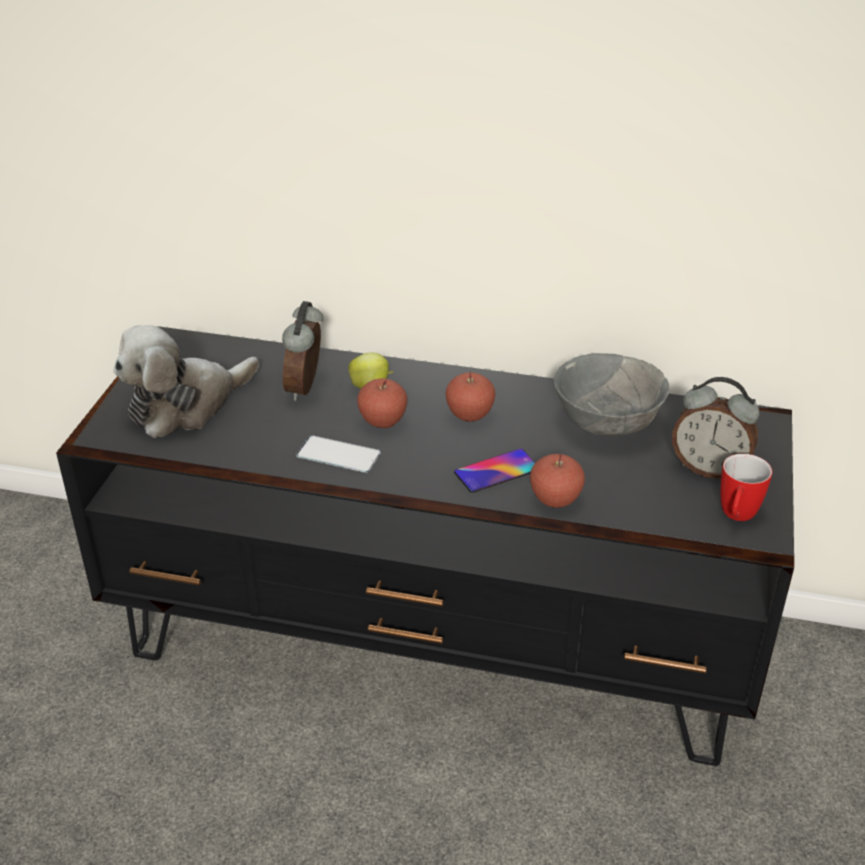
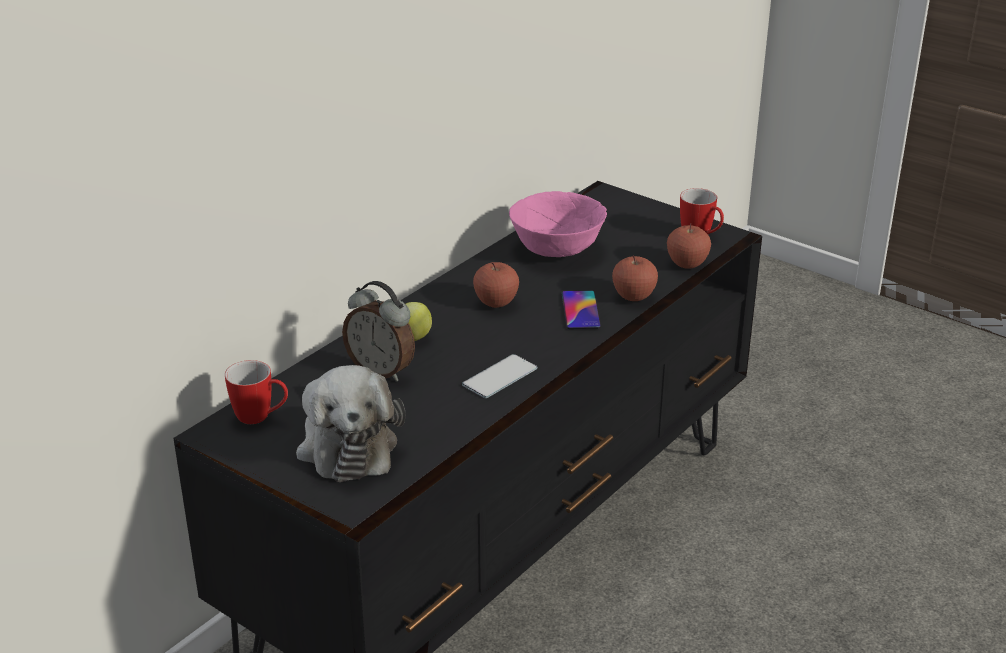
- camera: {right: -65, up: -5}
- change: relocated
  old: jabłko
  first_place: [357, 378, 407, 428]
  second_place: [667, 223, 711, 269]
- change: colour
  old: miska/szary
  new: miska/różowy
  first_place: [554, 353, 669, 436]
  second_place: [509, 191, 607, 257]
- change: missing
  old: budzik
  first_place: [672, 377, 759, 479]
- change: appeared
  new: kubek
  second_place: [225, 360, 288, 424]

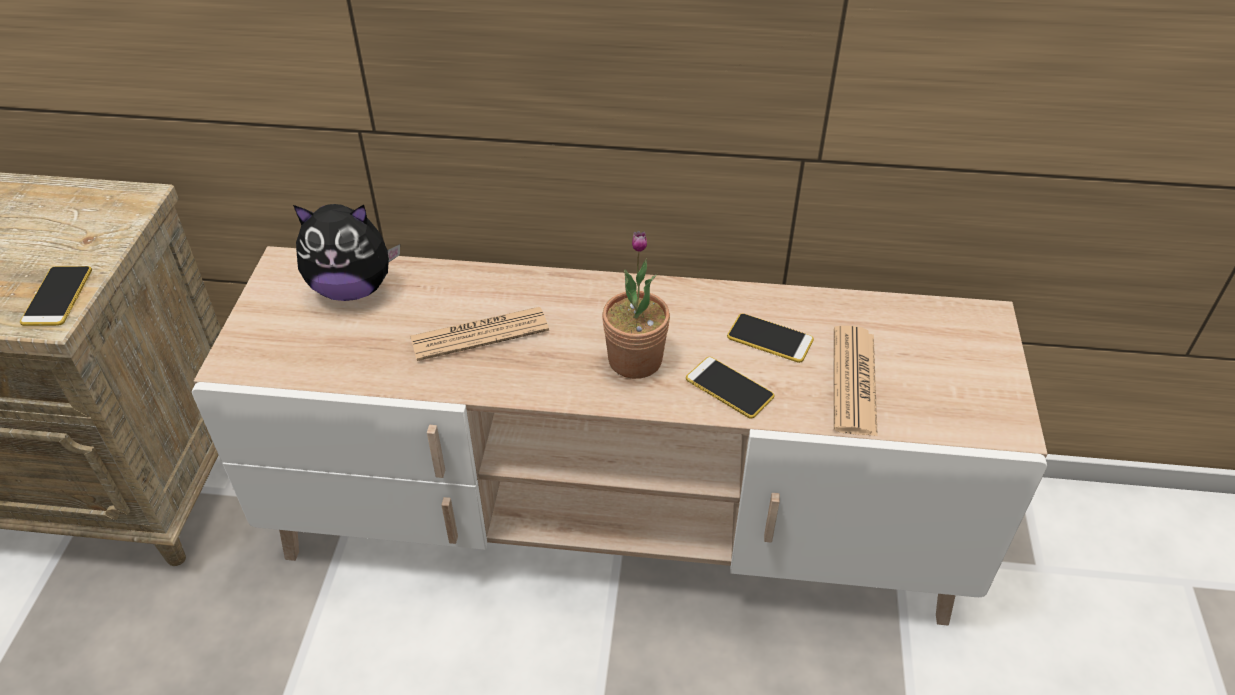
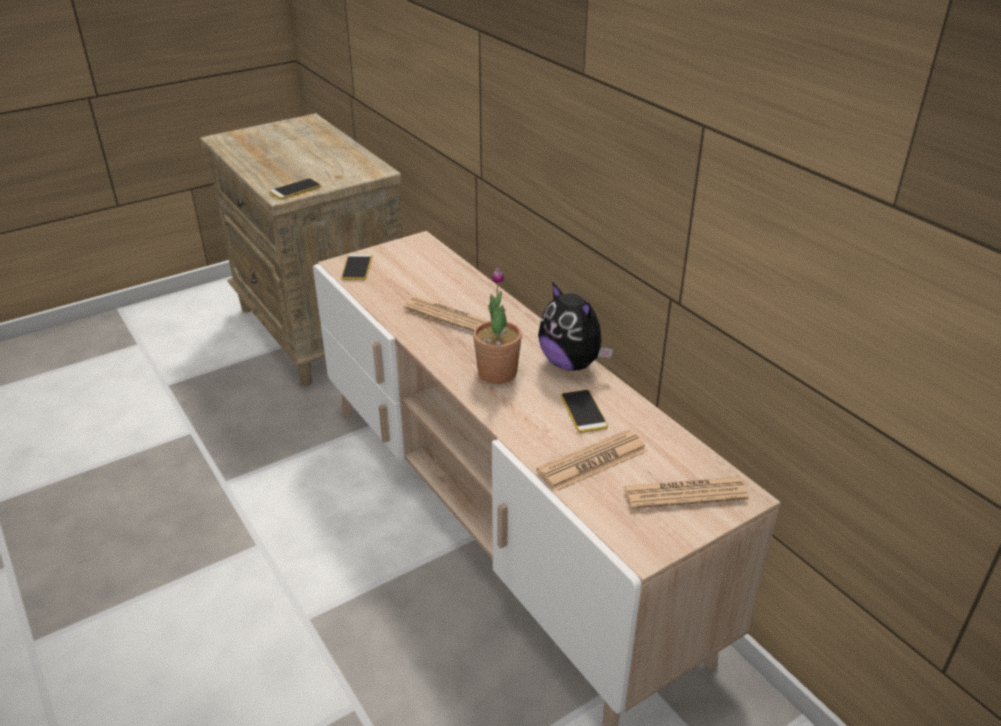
- camera: {right: 50, up: -10}
- change: relocated
  old: pluszak
  first_place: [293, 204, 400, 301]
  second_place: [538, 282, 613, 370]
- change: relocated
  old: telefon
  first_place: [686, 357, 774, 418]
  second_place: [341, 254, 372, 280]
- change: appeared
  new: gazeta
  second_place: [624, 477, 749, 509]

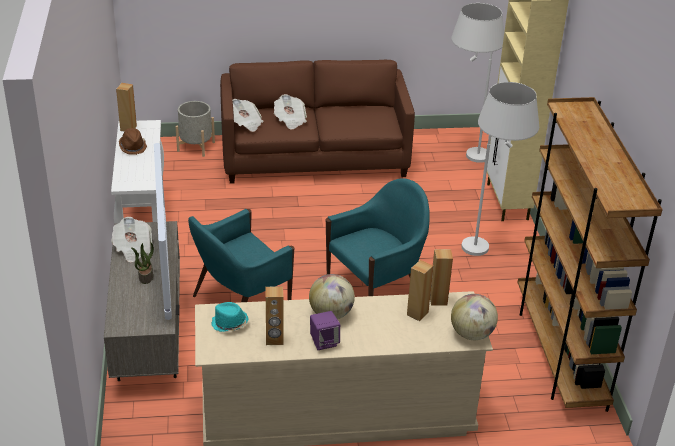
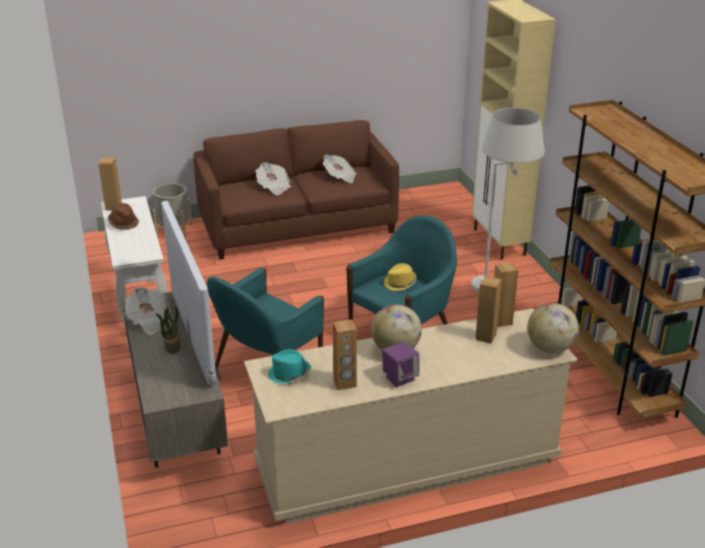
- camera: {right: -10, up: -5}
- change: relocated
  old: gazeta
  first_place: [232, 99, 263, 132]
  second_place: [323, 155, 357, 183]
- change: missing
  old: lampa stojąca/biały
  first_place: [451, 3, 504, 163]
- change: appeared
  new: kapelusz/żółty
  second_place: [384, 263, 417, 291]

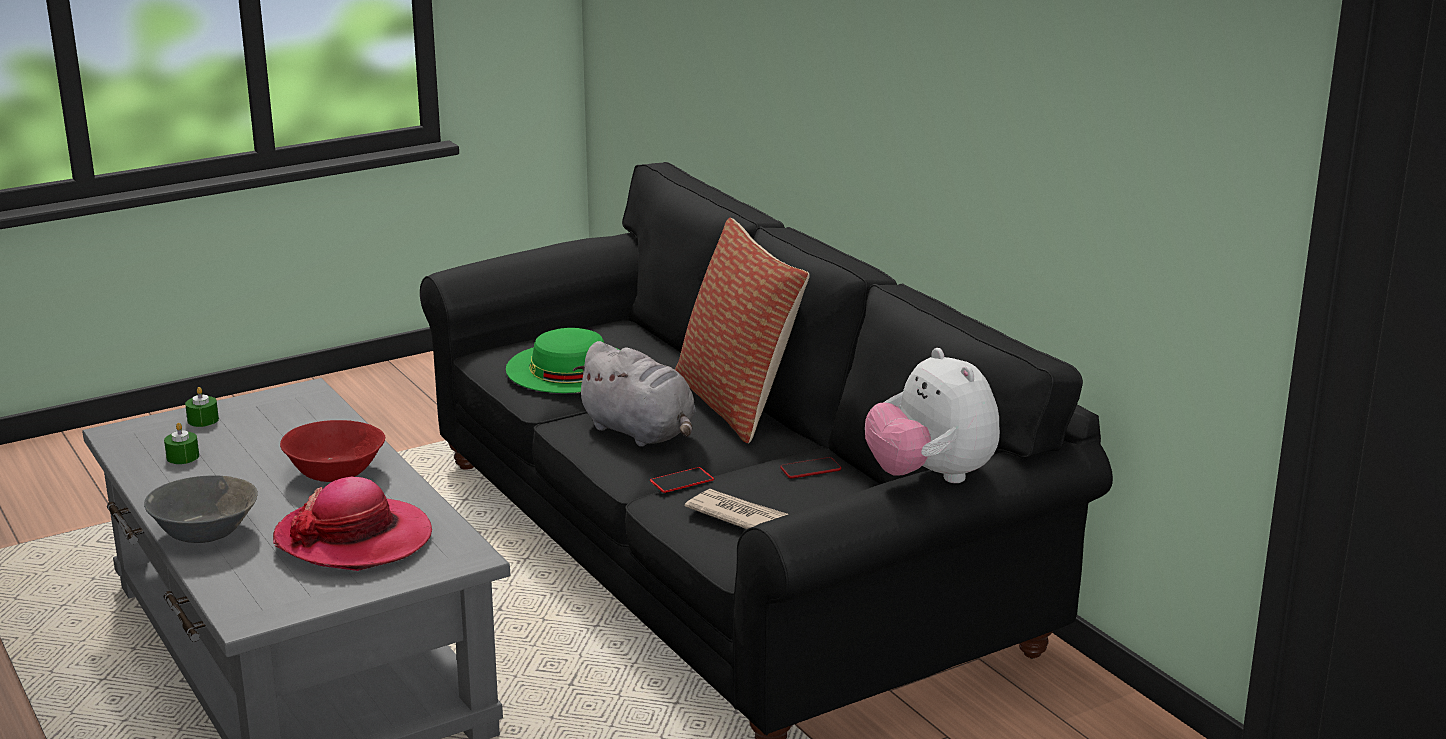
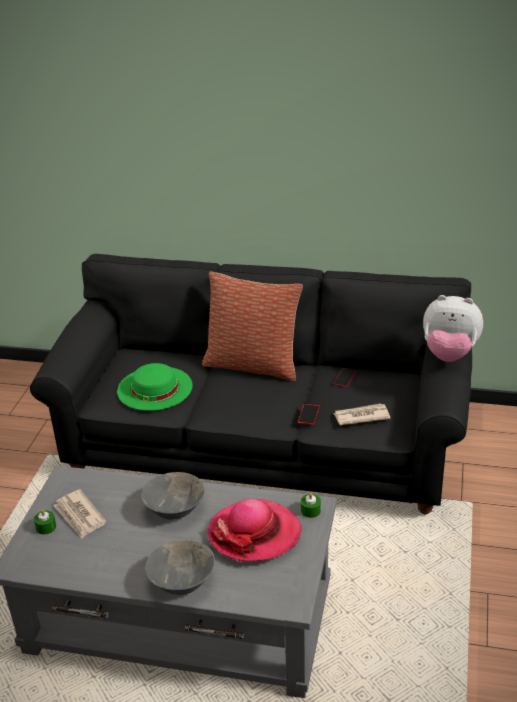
- camera: {right: -45, up: 10}
- change: relocated
  old: świeca/zielony
  first_place: [164, 423, 199, 464]
  second_place: [301, 492, 321, 518]
- change: colour
  old: miska/czerwony
  new: miska/szary
  first_place: [280, 420, 385, 482]
  second_place: [141, 472, 205, 520]
- change: missing
  old: pluszak/szary
  first_place: [573, 341, 696, 447]
- change: appeared
  new: gazeta
  second_place: [54, 489, 106, 539]

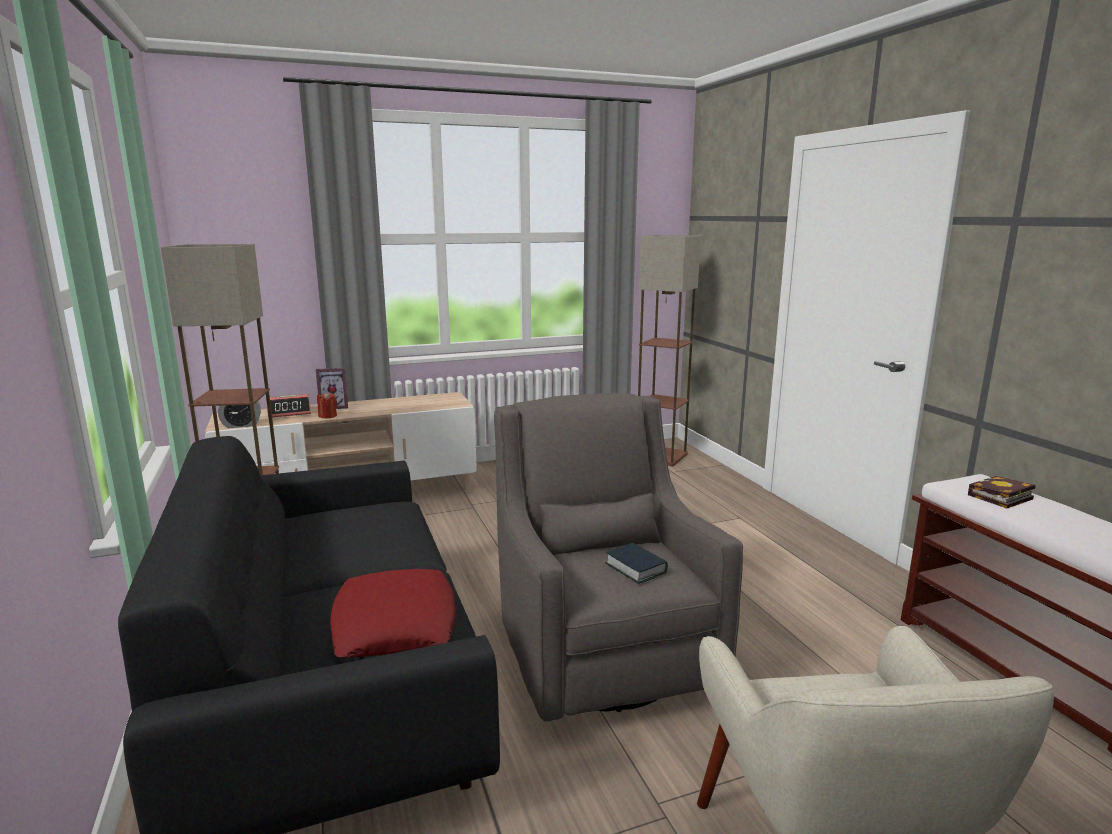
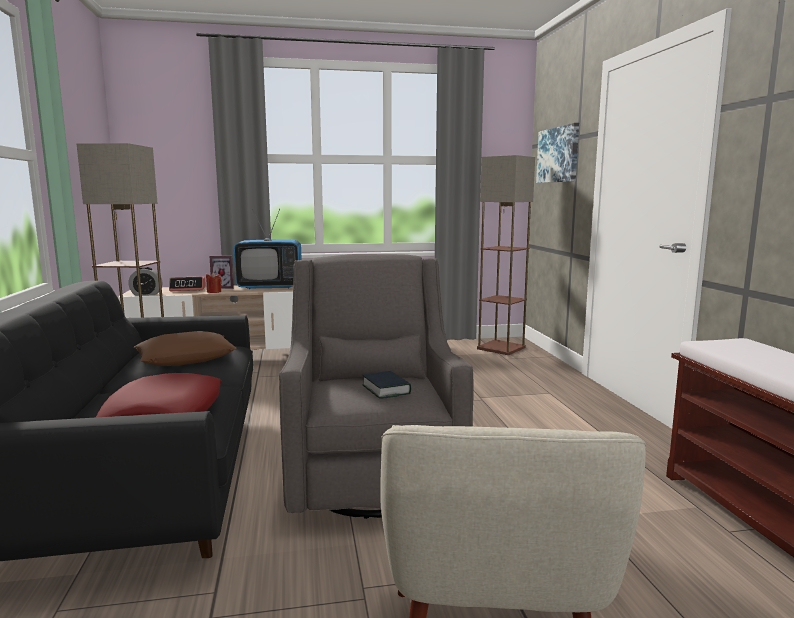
- camera: {right: 10, up: -5}
- change: missing
  old: książka
  first_place: [968, 476, 1036, 509]
- change: appeared
  new: poduszka/brązowy
  second_place: [134, 331, 236, 366]
- change: appeared
  new: telewizor
  second_place: [234, 209, 302, 289]
- change: appeared
  new: obraz
  second_place: [536, 123, 579, 183]

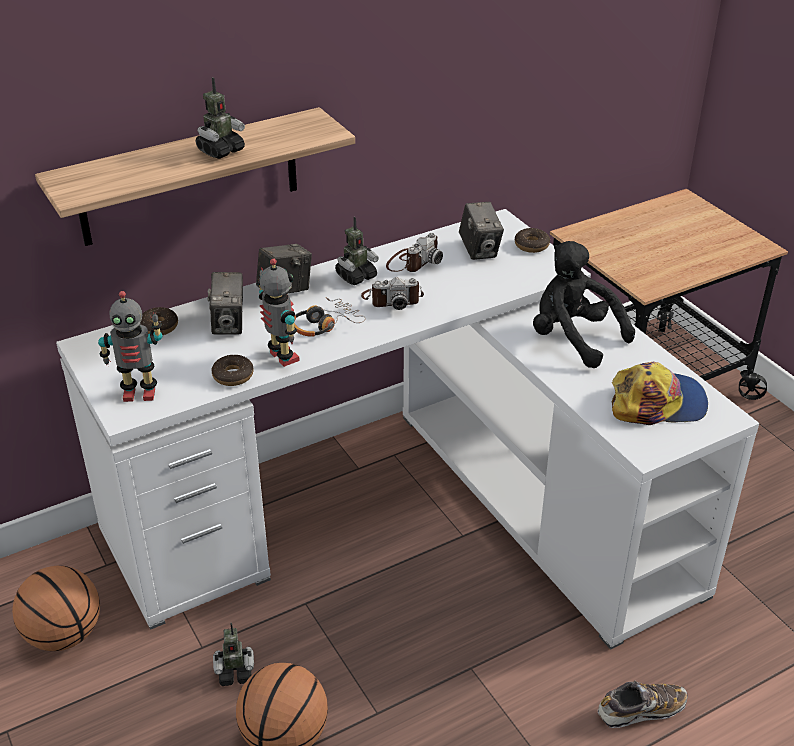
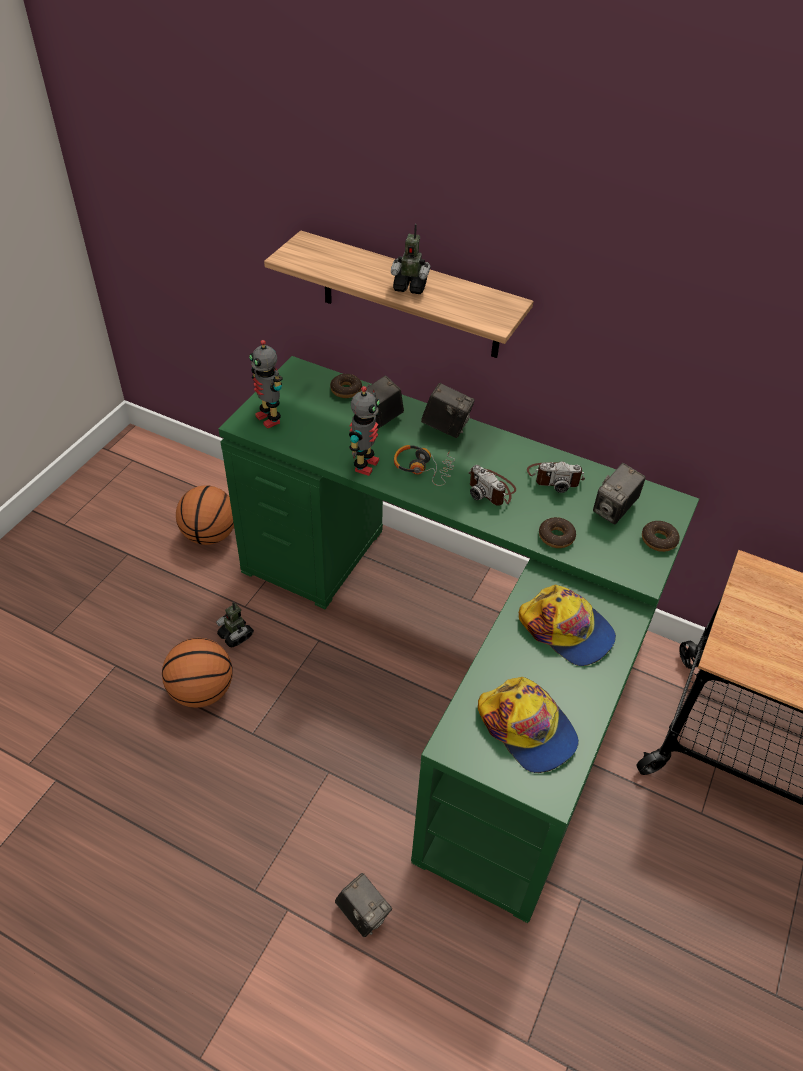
- camera: {right: 55, up: 10}
- change: colour
  old: biurko/biały
  new: biurko/zielony
  first_place: [56, 209, 759, 650]
  second_place: [218, 356, 699, 923]
- change: relocated
  old: donut
  first_place: [211, 355, 254, 386]
  second_place: [539, 517, 576, 548]
- change: missing
  old: robot zabawkowy
  first_place: [335, 217, 379, 285]
- change: exchanged
  old: pluszak/czarny
  new: czapka z daszkiem
  first_place: [533, 241, 635, 368]
  second_place: [519, 585, 616, 666]
- change: exchanged
  old: but
  new: aparat fotograficzny
  first_place: [598, 681, 688, 728]
  second_place: [335, 873, 392, 937]

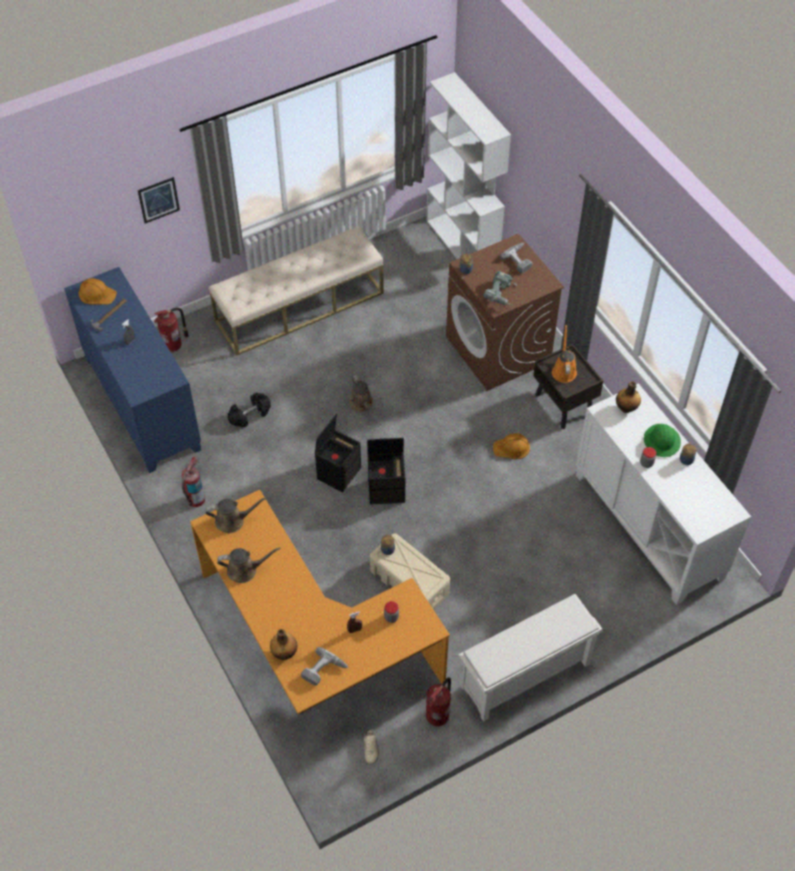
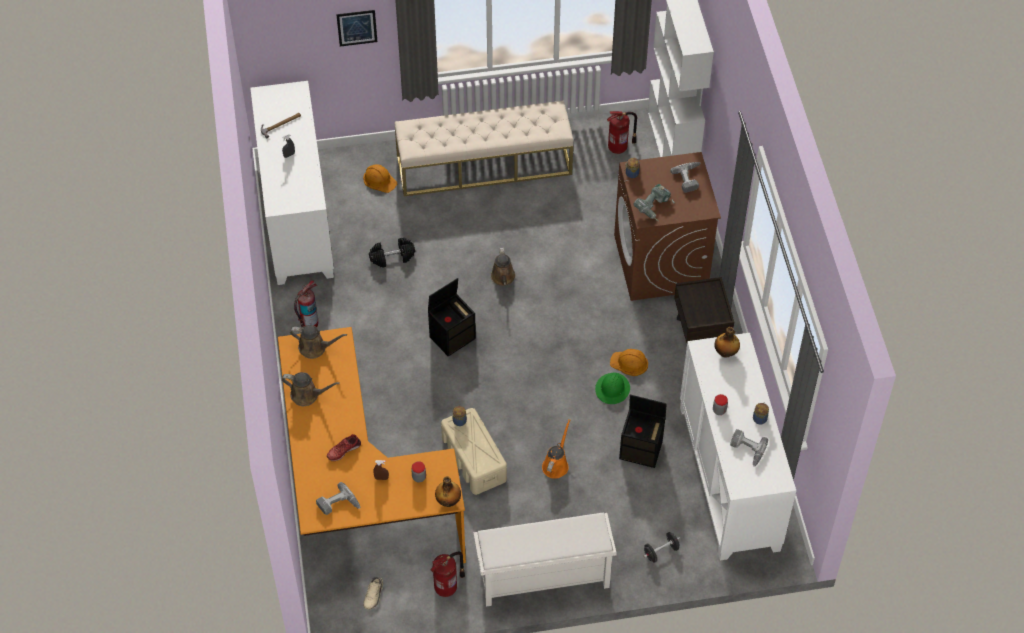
- camera: {right: 20, up: 0}
- change: colour
  old: szafka/niebieski
  new: szafka/biały
  first_place: [64, 267, 201, 473]
  second_place: [250, 81, 334, 285]
- change: relocated
  old: kask/pomarańczowy
  first_place: [79, 278, 117, 305]
  second_place: [363, 164, 397, 193]
- change: relocated
  old: gaśnica
  first_place: [154, 308, 189, 352]
  second_place: [607, 111, 637, 154]
- change: relocated
  old: butelka
  first_place: [270, 629, 297, 660]
  second_place: [435, 476, 461, 507]
- change: relocated
  old: pojemnik do przechowywania/czarny
  first_place: [367, 438, 405, 505]
  second_place: [619, 395, 667, 468]
- change: relocated
  old: konewka/pomarańczowy
  first_place: [552, 325, 577, 383]
  second_place: [542, 419, 570, 479]
- change: relocated
  old: kask/zielony
  first_place: [644, 424, 681, 457]
  second_place: [595, 373, 630, 404]
- change: appeared
  new: but/czerwony
  second_place: [327, 434, 361, 461]
- change: appeared
  new: hantel/czarny
  second_place: [644, 532, 680, 563]
- change: appeared
  new: wiertarka
  second_place: [730, 429, 768, 467]

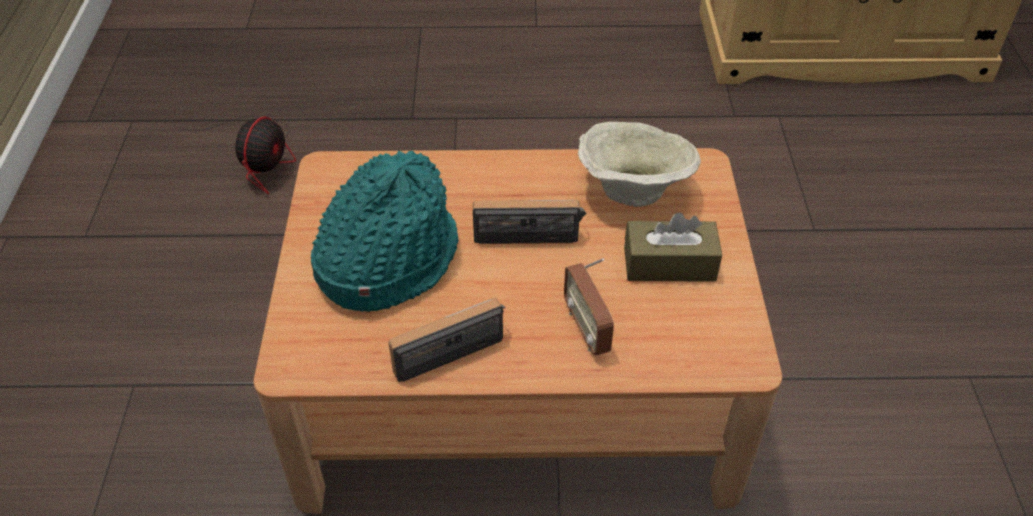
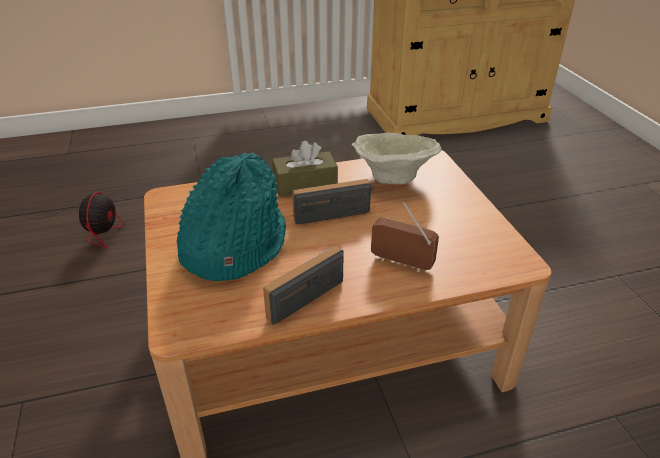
- camera: {right: -15, up: -10}
- change: spun
  old: radio
  first_place: [564, 258, 614, 356]
  second_place: [371, 202, 439, 272]
  degrees: 150
- change: relocated
  old: pudełko chusteczek/brązowy
  first_place: [624, 212, 722, 281]
  second_place: [272, 140, 338, 197]

